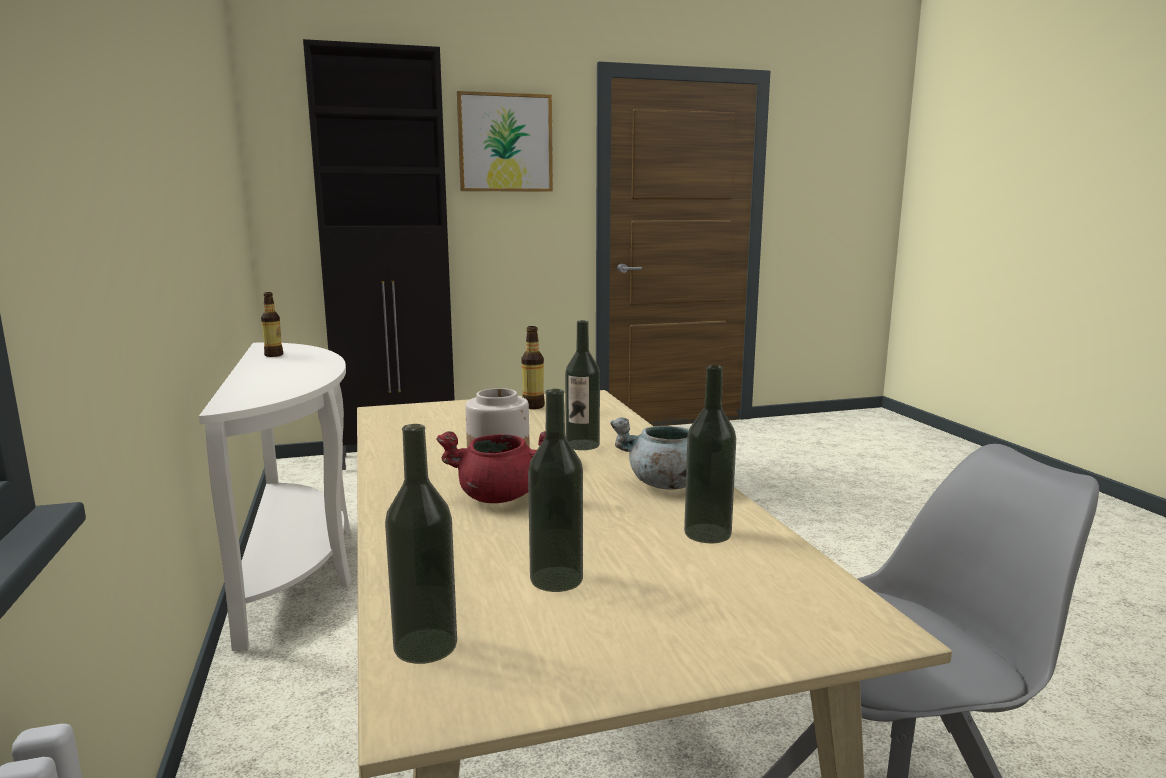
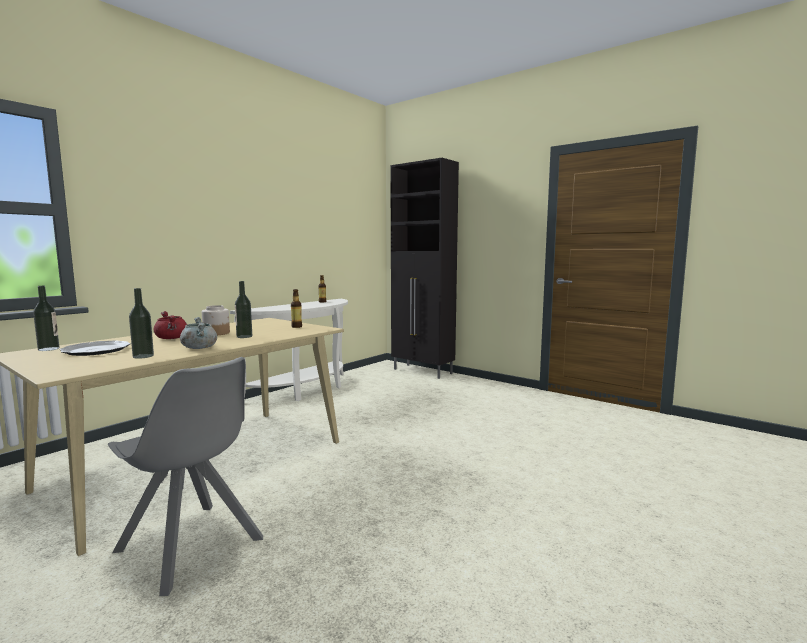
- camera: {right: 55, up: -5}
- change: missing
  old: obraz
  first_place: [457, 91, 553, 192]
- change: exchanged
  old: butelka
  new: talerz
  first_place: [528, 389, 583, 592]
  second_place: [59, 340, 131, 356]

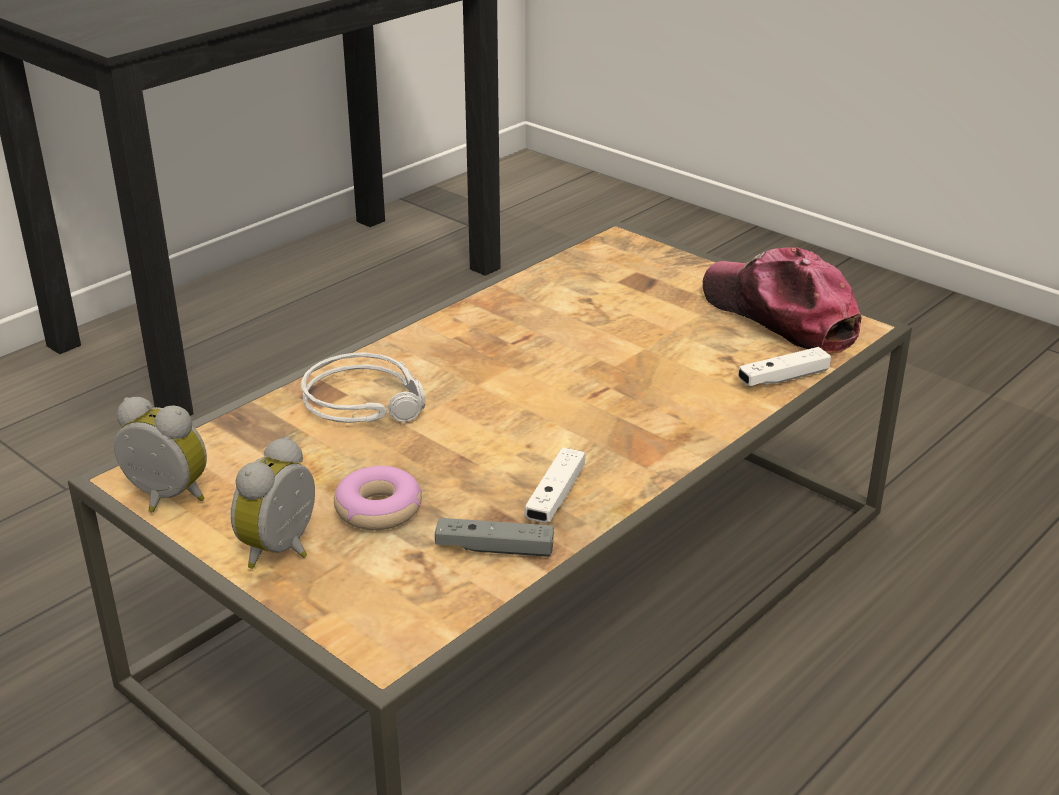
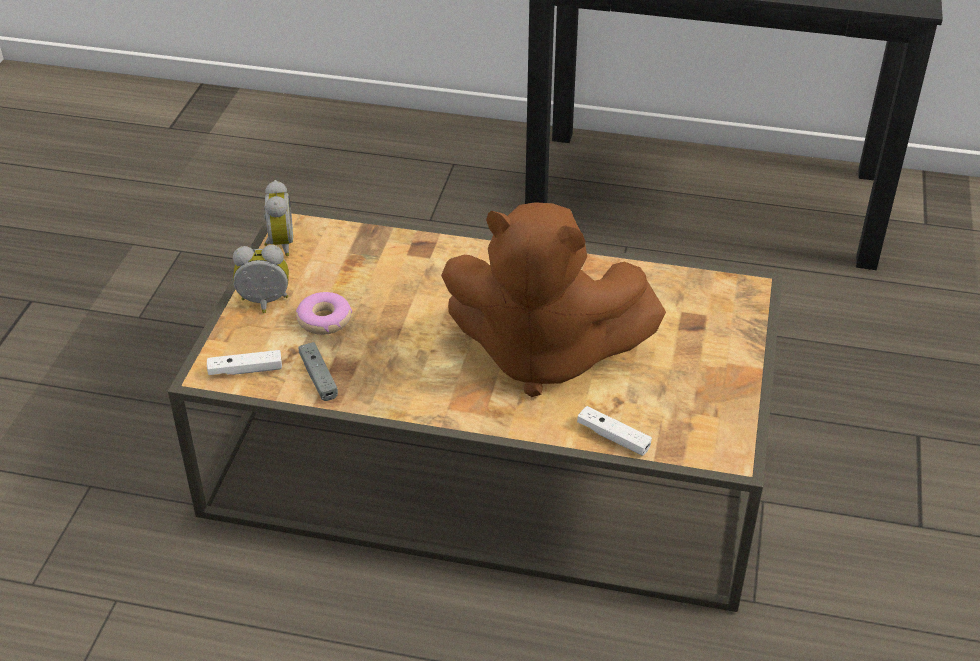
- camera: {right: 60, up: 10}
- change: missing
  old: słuchawki/szary
  first_place: [301, 352, 426, 423]
- change: relocated
  old: pad do gier/biały
  first_place: [524, 448, 585, 523]
  second_place: [207, 350, 282, 375]
- change: missing
  old: czapka z daszkiem
  first_place: [702, 247, 862, 354]
- change: appeared
  new: pluszak/brązowy
  second_place: [441, 202, 666, 397]

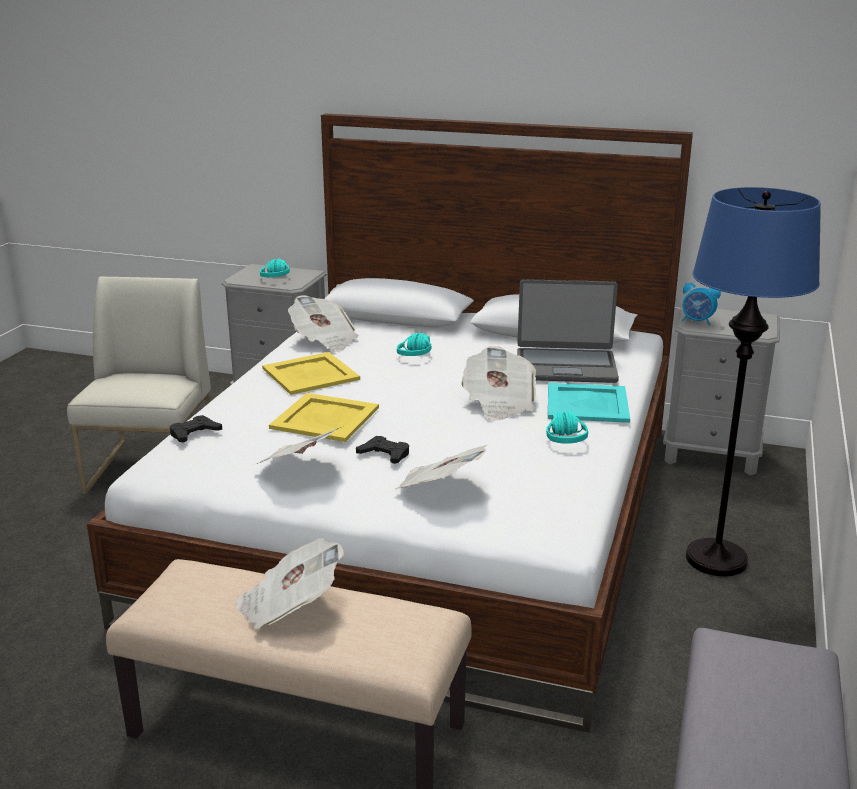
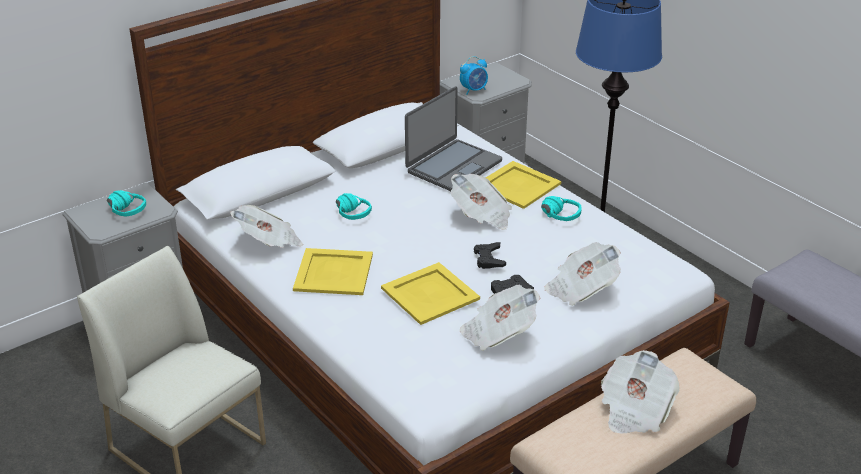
- camera: {right: -55, up: 10}
- change: relocated
  old: pad do gier/czarny
  first_place: [170, 415, 222, 443]
  second_place: [474, 242, 506, 269]
- change: colour
  old: taca/turkusowy
  new: taca/żółty
  first_place: [548, 383, 630, 423]
  second_place: [486, 161, 561, 209]

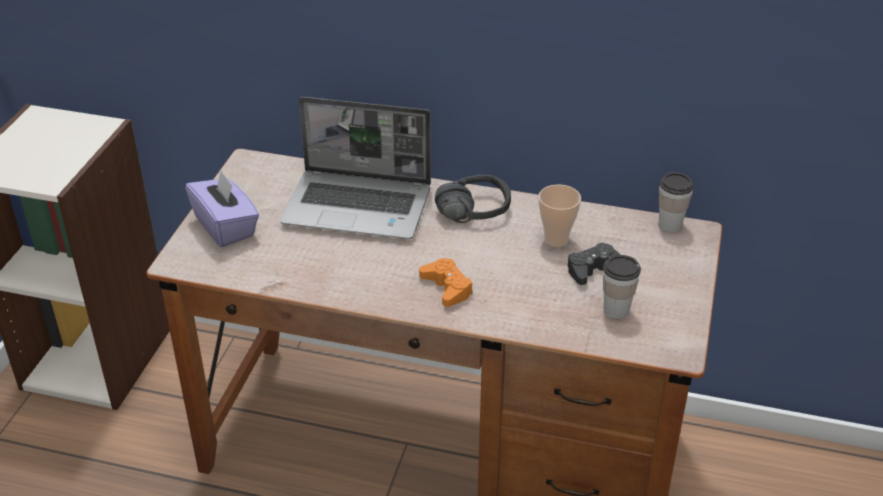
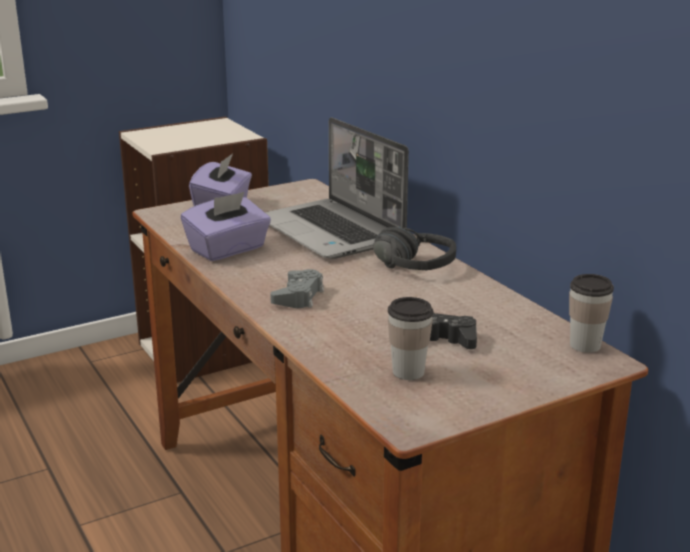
- camera: {right: 45, up: -15}
- change: colour
  old: pad do gier/pomarańczowy
  new: pad do gier/szary
  first_place: [419, 258, 473, 307]
  second_place: [270, 269, 324, 308]
- change: missing
  old: filiżanka
  first_place: [538, 185, 581, 247]
- change: appeared
  new: pudełko chusteczek/fioletowy
  second_place: [181, 192, 271, 261]

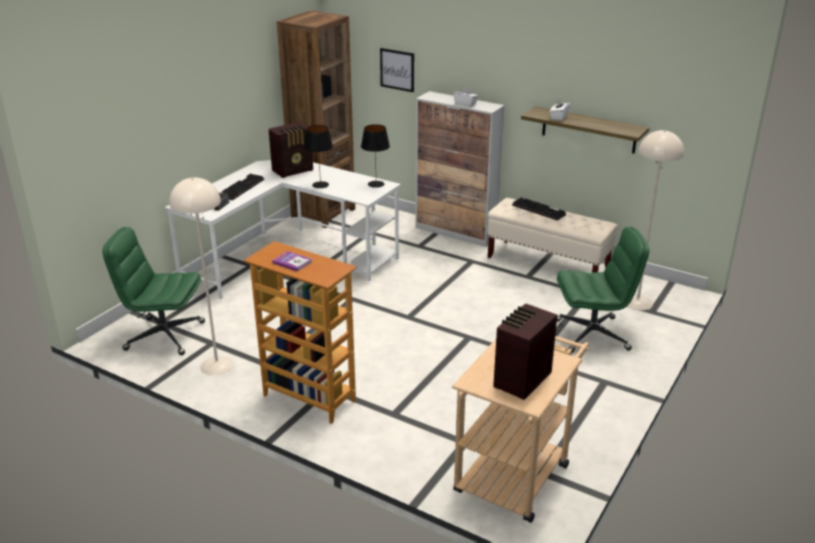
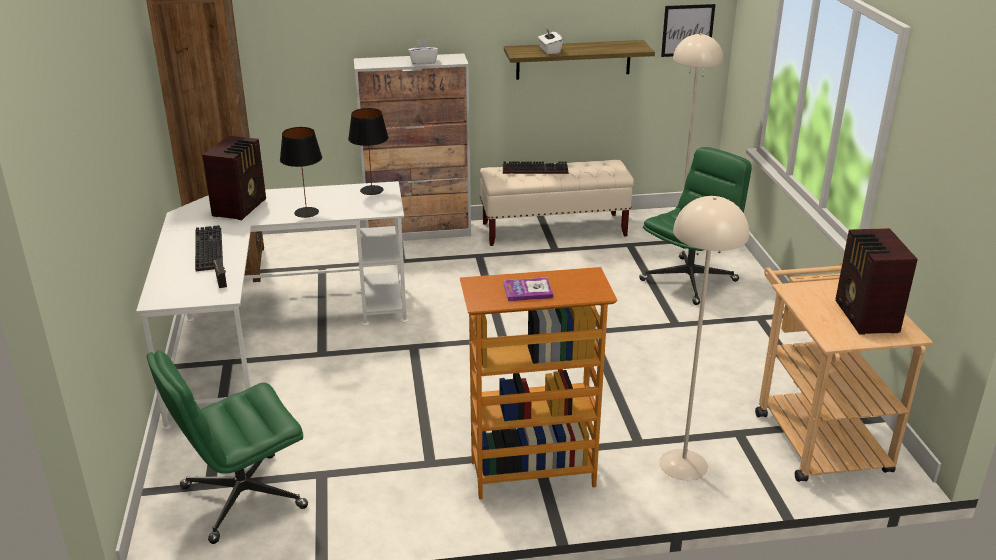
- camera: {right: -40, up: 0}
- change: relocated
  old: lampa stojąca/beżowy
  first_place: [169, 177, 234, 376]
  second_place: [659, 196, 749, 480]
- change: relocated
  old: obraz
  first_place: [380, 48, 414, 92]
  second_place: [661, 4, 715, 57]

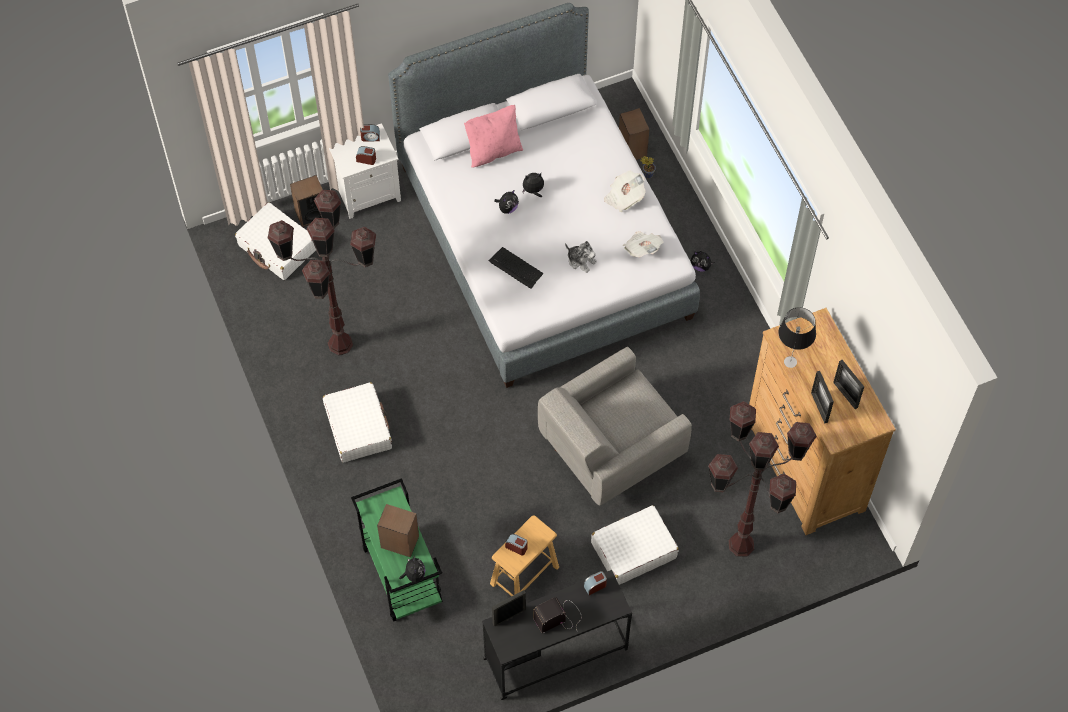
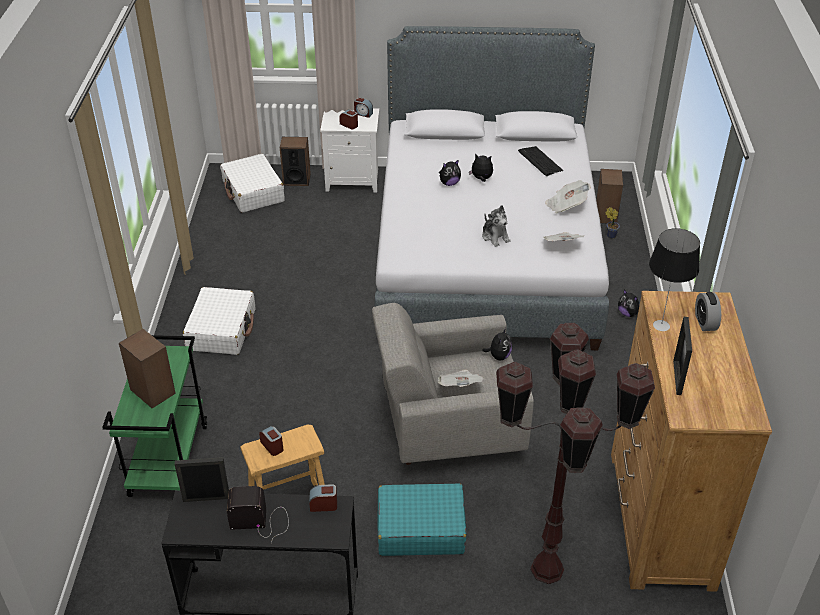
- camera: {right: 25, up: -20}
- change: missing
  old: lampa stojąca/brązowy
  first_place: [268, 190, 376, 355]
- change: relocated
  old: pluszak
  first_place: [399, 555, 425, 582]
  second_place: [482, 328, 512, 360]
- change: missing
  old: poduszka/różowy
  first_place: [464, 105, 523, 168]
- change: relocated
  old: klawiatura
  first_place: [488, 247, 543, 289]
  second_place: [518, 146, 563, 176]
- change: colour
  old: walizka/biały
  new: walizka/turkusowy
  first_place: [591, 505, 679, 585]
  second_place: [377, 483, 466, 556]
- change: missing
  old: ramka na zdjęcie
  first_place: [833, 360, 864, 409]
- change: appeared
  new: gazeta
  second_place: [438, 370, 484, 387]
- change: appeared
  new: budzik
  second_place: [695, 292, 721, 331]

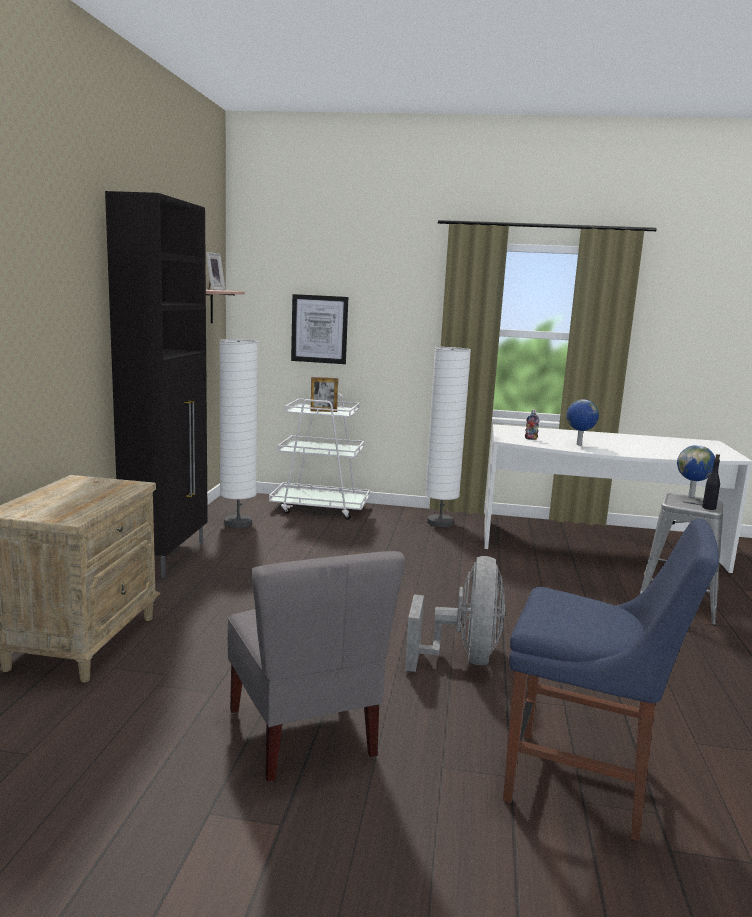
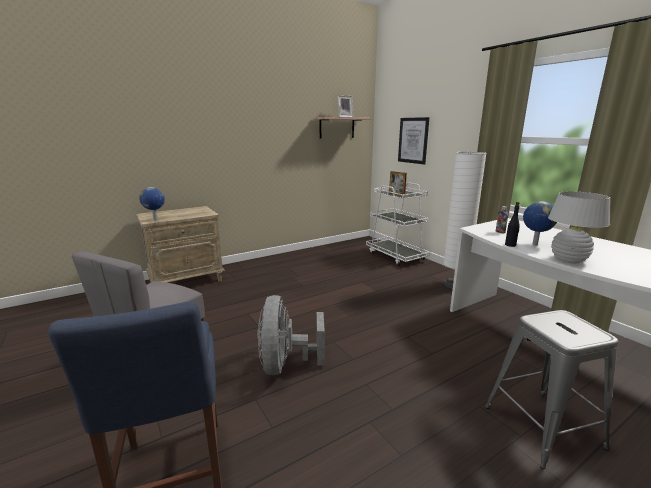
- camera: {right: 50, up: 5}
- change: missing
  old: szafka/czarny
  first_place: [105, 191, 208, 578]
- change: missing
  old: lampa stojąca/biały
  first_place: [219, 339, 258, 528]
- change: spun
  old: wentylator/szary
  first_place: [405, 556, 506, 672]
  second_place: [257, 295, 325, 375]
  degrees: 120
- change: relocated
  old: globus
  first_place: [677, 445, 716, 497]
  second_place: [139, 187, 165, 221]
- change: relocated
  old: butelka/czarny
  first_place: [702, 454, 720, 510]
  second_place: [505, 202, 520, 247]
- change: appeared
  new: lampa stołowa/biały
  second_place: [548, 191, 610, 264]

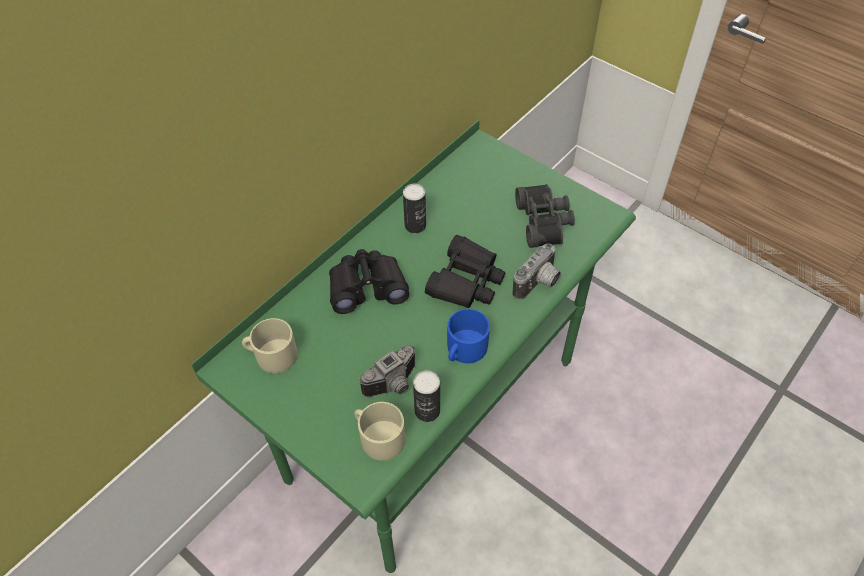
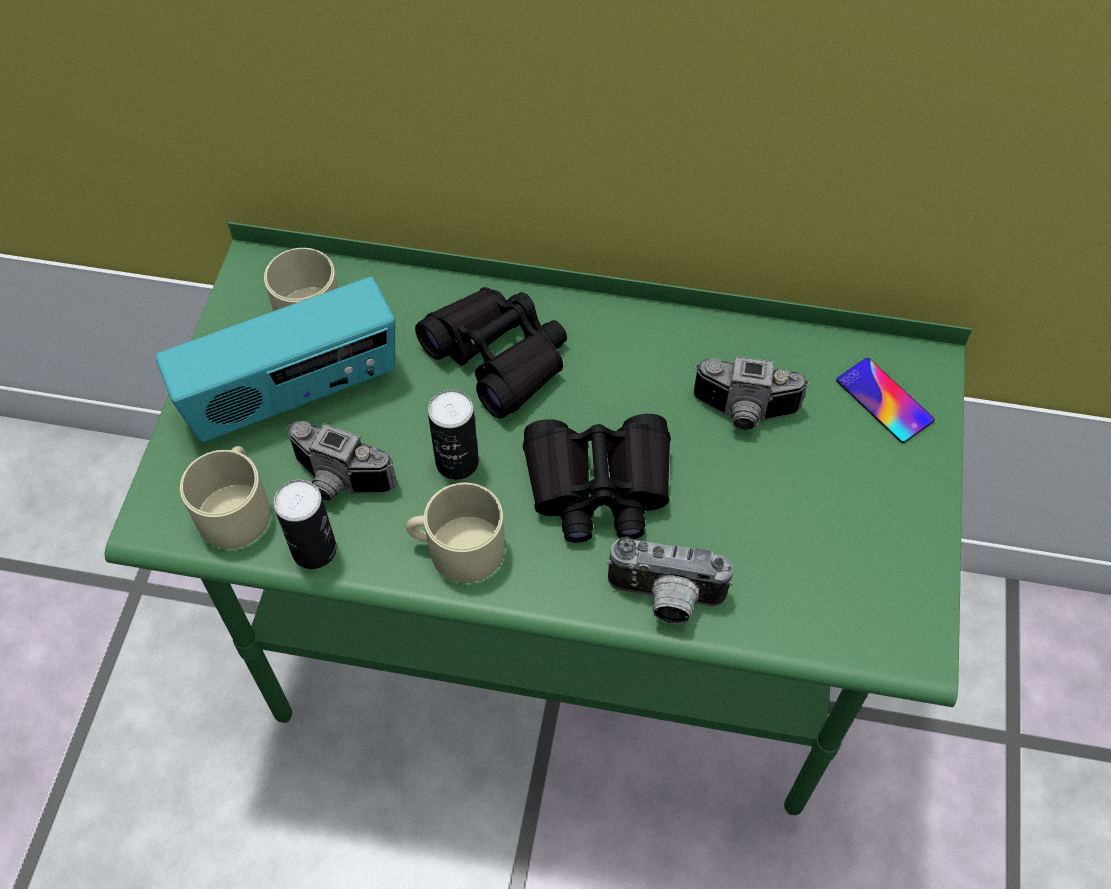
- camera: {right: 60, up: 5}
- change: relocated
  old: puszka
  first_place: [403, 184, 426, 233]
  second_place: [428, 390, 479, 480]
- change: colour
  old: kubek/niebieski
  new: kubek/beżowy
  first_place: [447, 309, 490, 363]
  second_place: [406, 483, 505, 583]
- change: missing
  old: lornetka/czarny
  first_place: [515, 184, 575, 248]
- change: appeared
  new: radio
  second_place: [155, 277, 395, 442]
- change: appeared
  new: aparat fotograficzny
  second_place: [693, 356, 809, 430]
- change: appeared
  new: telefon
  second_place: [836, 358, 935, 443]

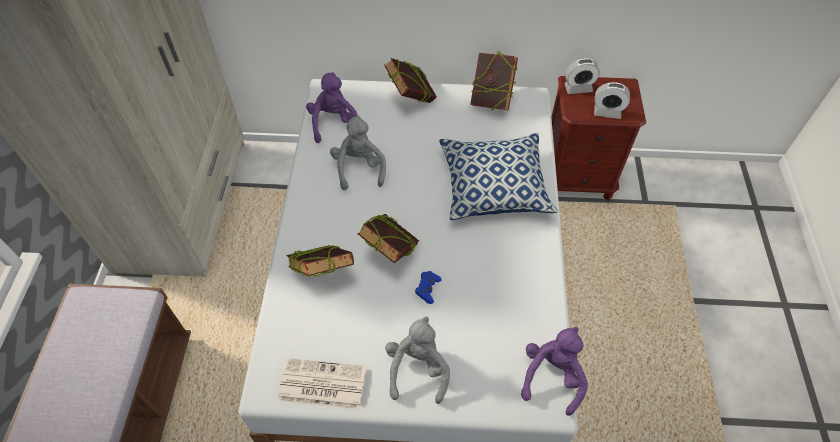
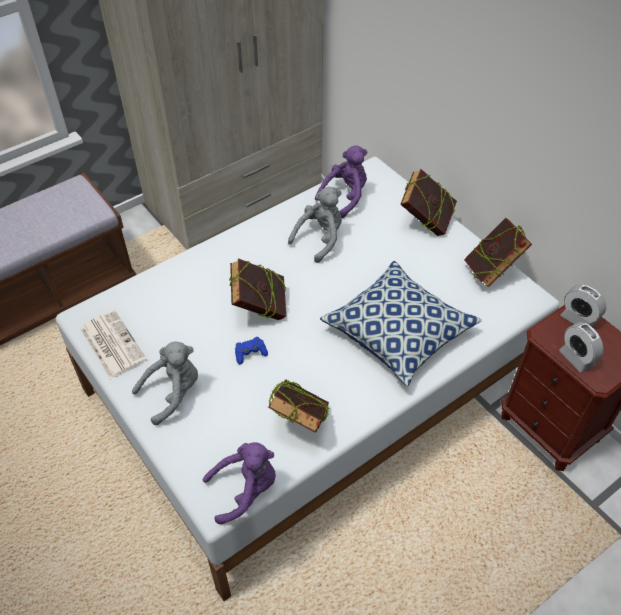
- camera: {right: 50, up: -5}
- change: relocated
  old: książka
  first_place: [286, 245, 354, 277]
  second_place: [268, 379, 329, 432]

